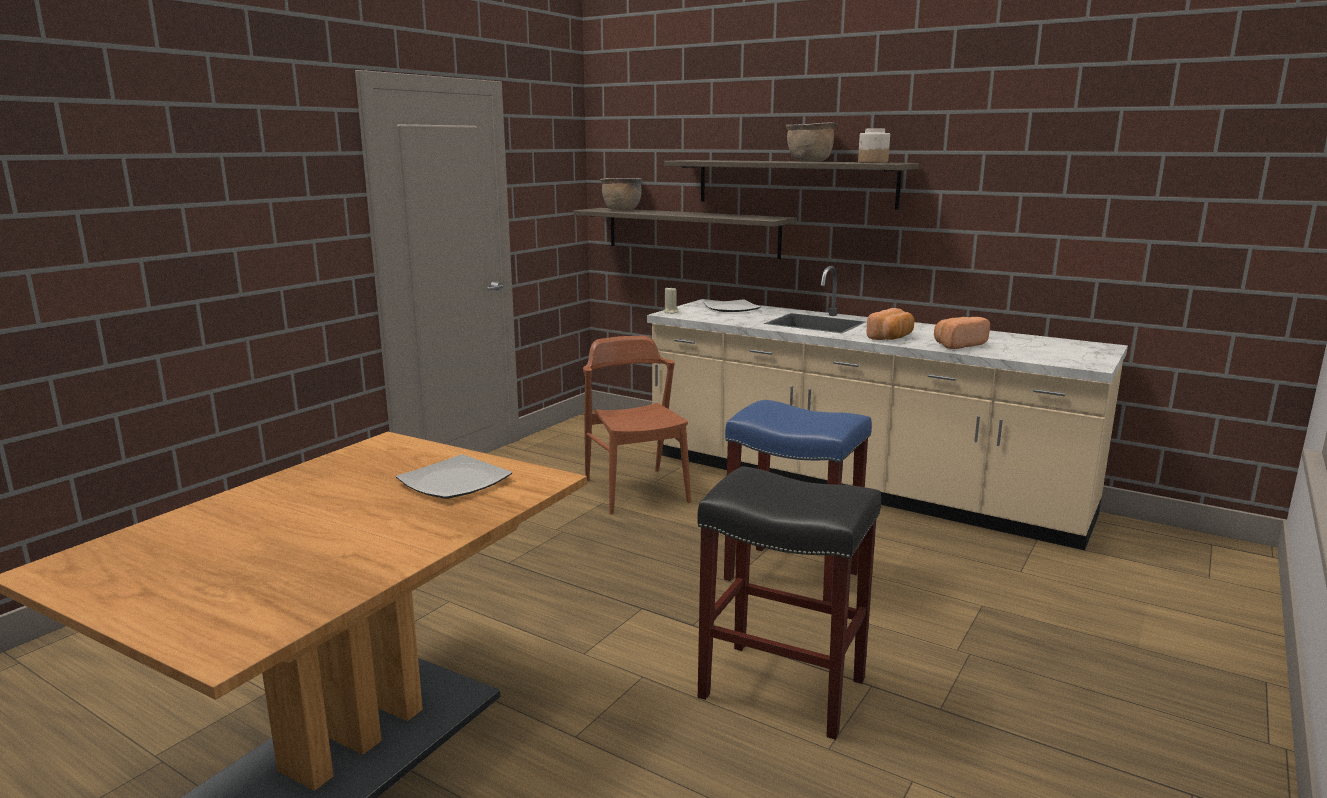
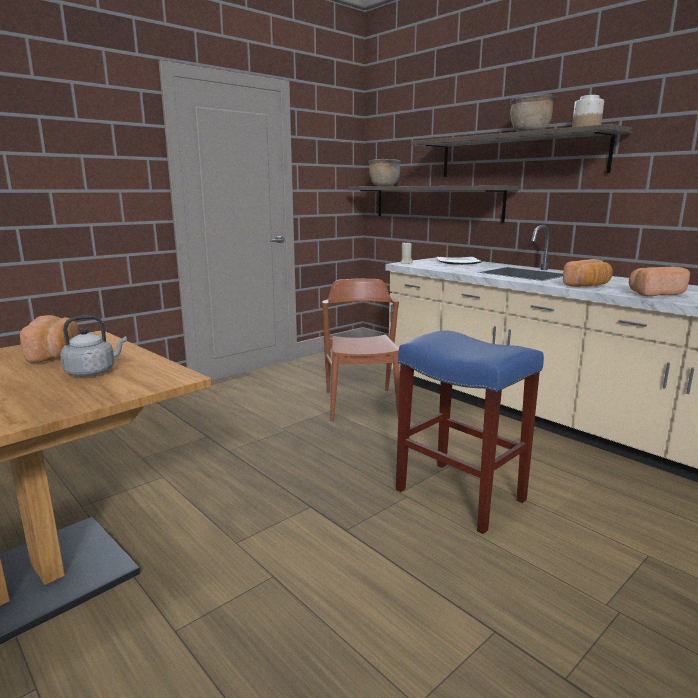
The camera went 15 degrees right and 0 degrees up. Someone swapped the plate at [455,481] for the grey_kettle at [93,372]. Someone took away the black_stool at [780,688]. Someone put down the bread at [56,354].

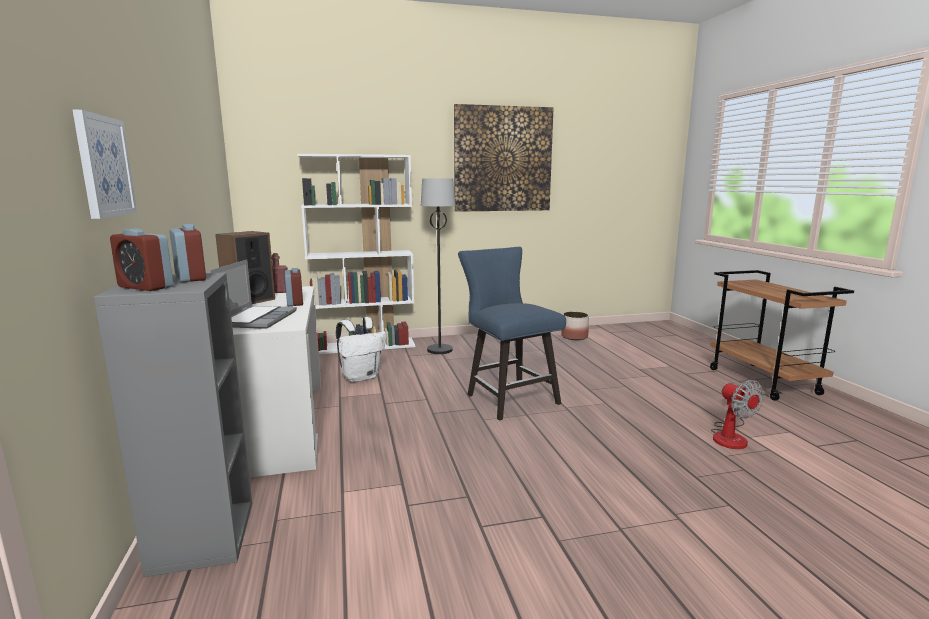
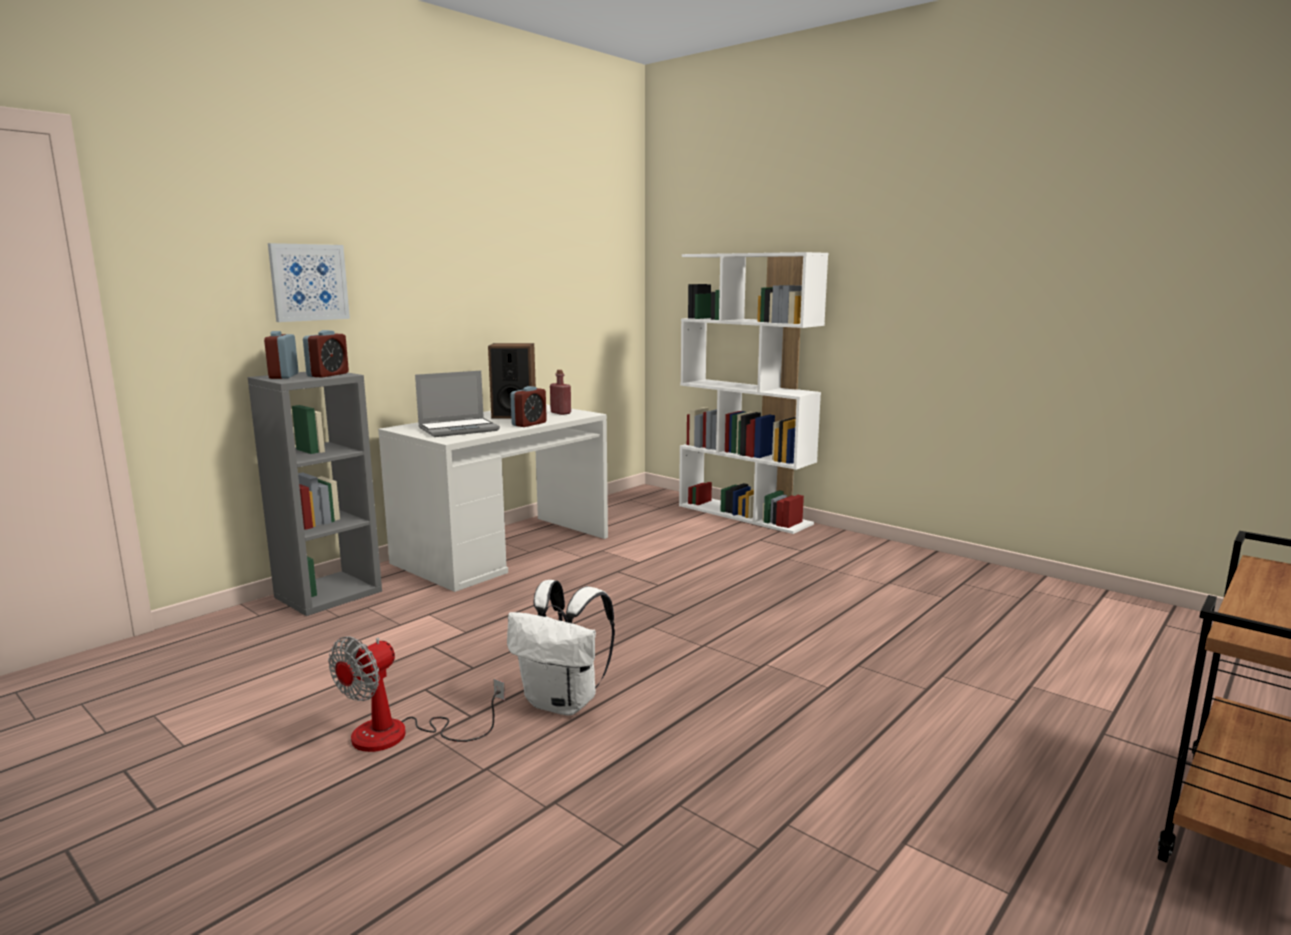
The camera went 55 degrees right and 0 degrees up. Someone carried the white_backpack from [361,377] to [564,702]. Someone took away the black_floor_lamp at [439,350]. Someone took away the picture at [503,159]. Someone took away the blue_chair at [507,397]. Someone took away the planter at [574,337]. Someone carried the fan from [730,436] to [399,735].

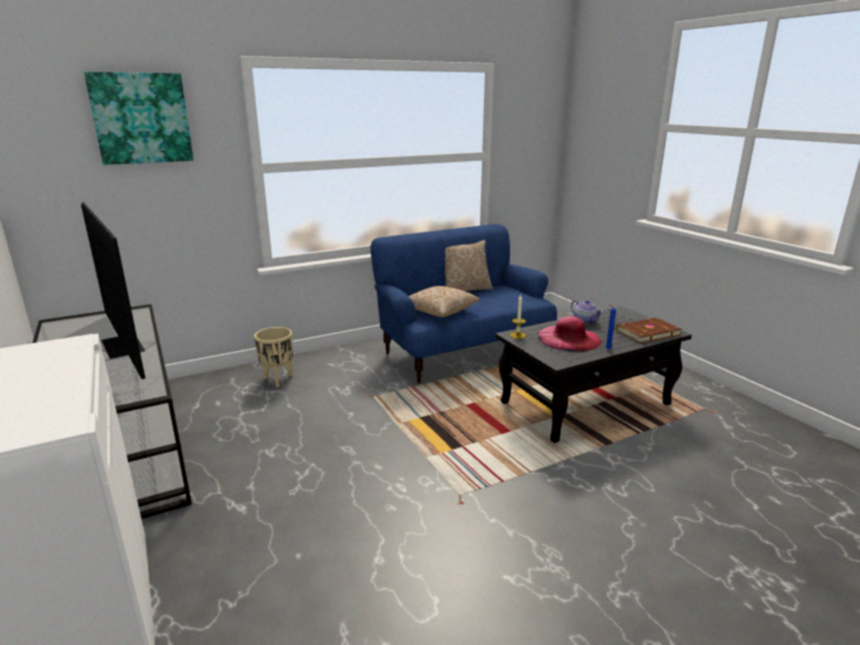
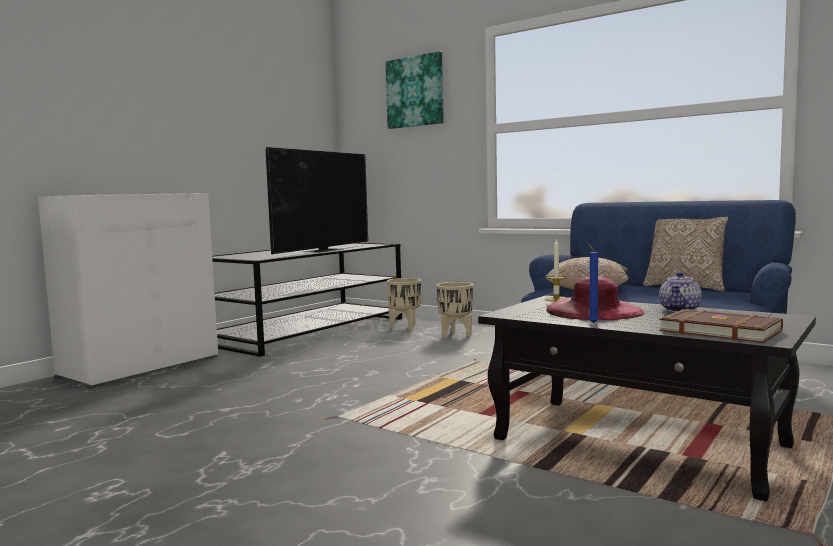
The camera went 65 degrees right and 15 degrees down. Someone put down the beige_planter at [405,327].

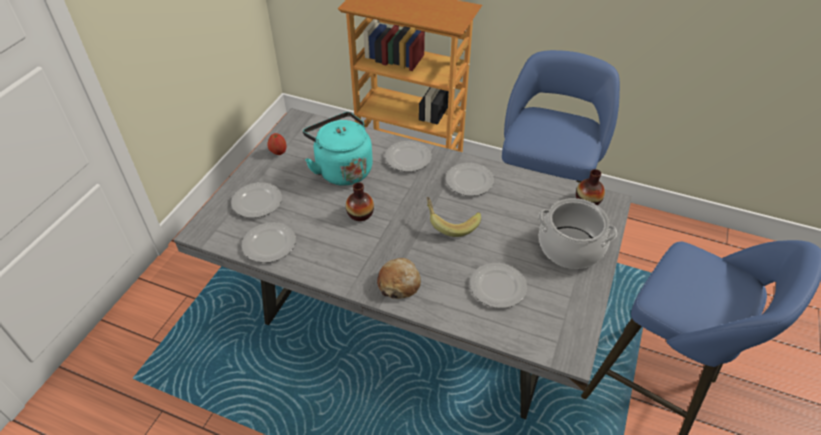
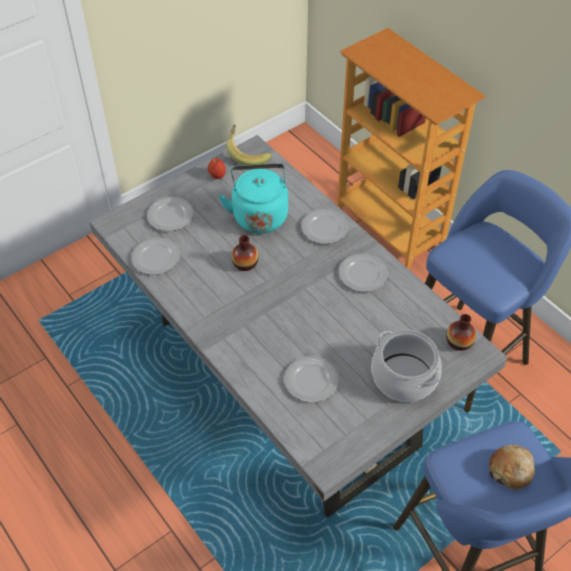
The camera went 30 degrees right and 5 degrees up. Someone carried the bread from [399,283] to [511,470]. Someone carried the banana from [451,223] to [247,153].

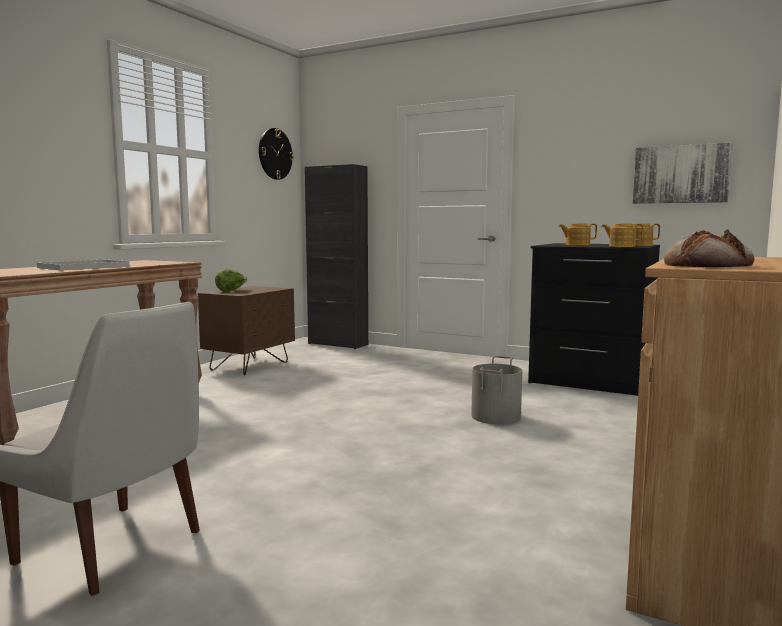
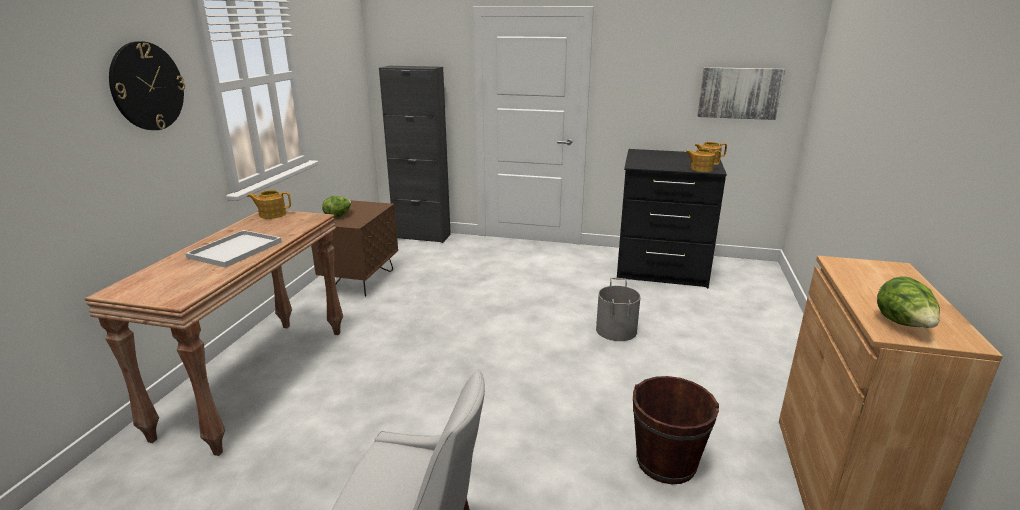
The camera went 15 degrees left and 15 degrees up. Someone carried the wall_clock from [275,154] to [147,86]. Someone carried the teapot from [577,245] to [272,214]. Someone swapped the bread at [708,265] for the lettuce at [903,325]. Someone put down the brown_bucket at [666,462].

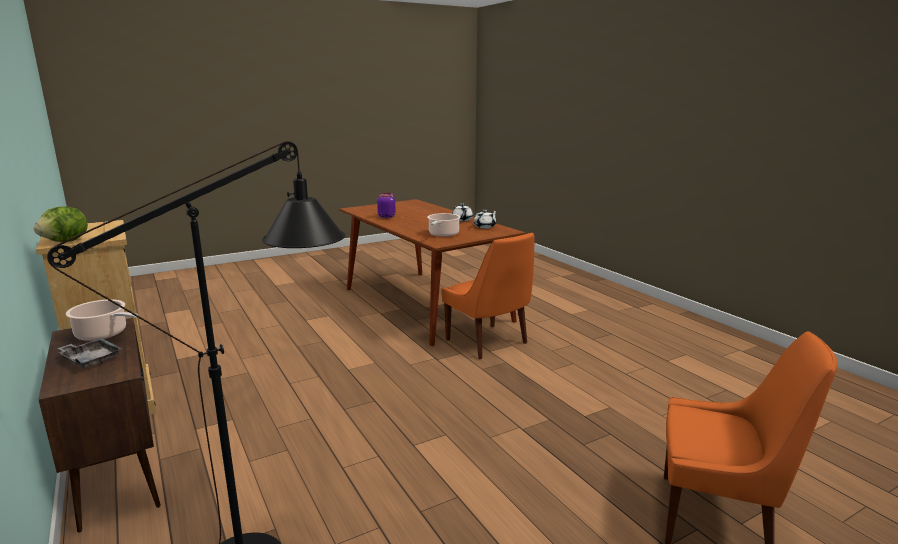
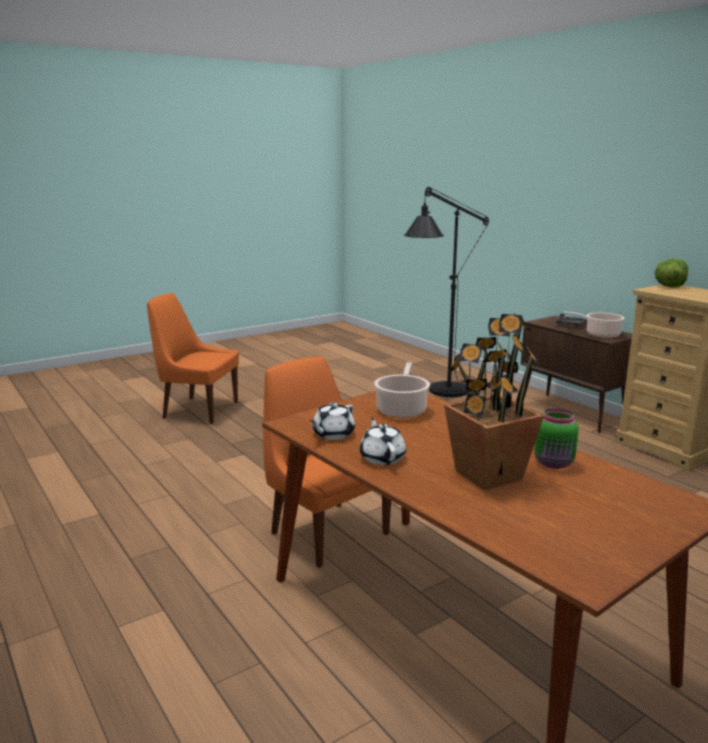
The camera went 175 degrees right and 0 degrees up. Someone repainted the purple_jar at [386,217], which became the green_jar at [554,463]. Someone put down the potted_plant at [487,475].

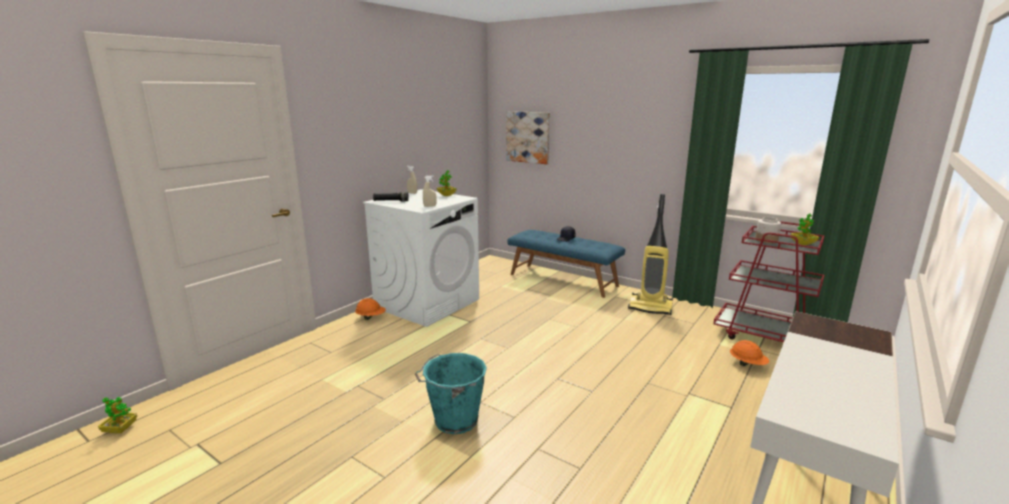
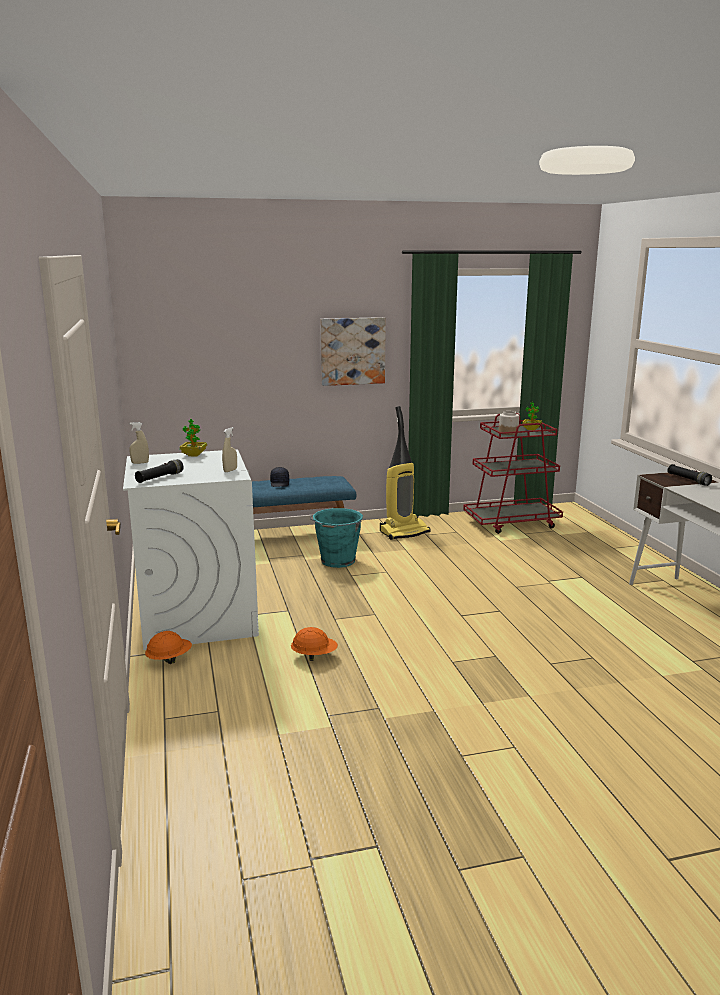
The camera went 50 degrees left and 0 degrees up. Someone took away the potted_plant at [120,429]. Someone carried the turquoise_bucket from [454,421] to [337,561]. Someone carried the picture from [528,137] to [352,351]. Someone carried the orange_hard_hat from [747,364] to [314,656]. Someone put down the black_flashlight at [688,480].

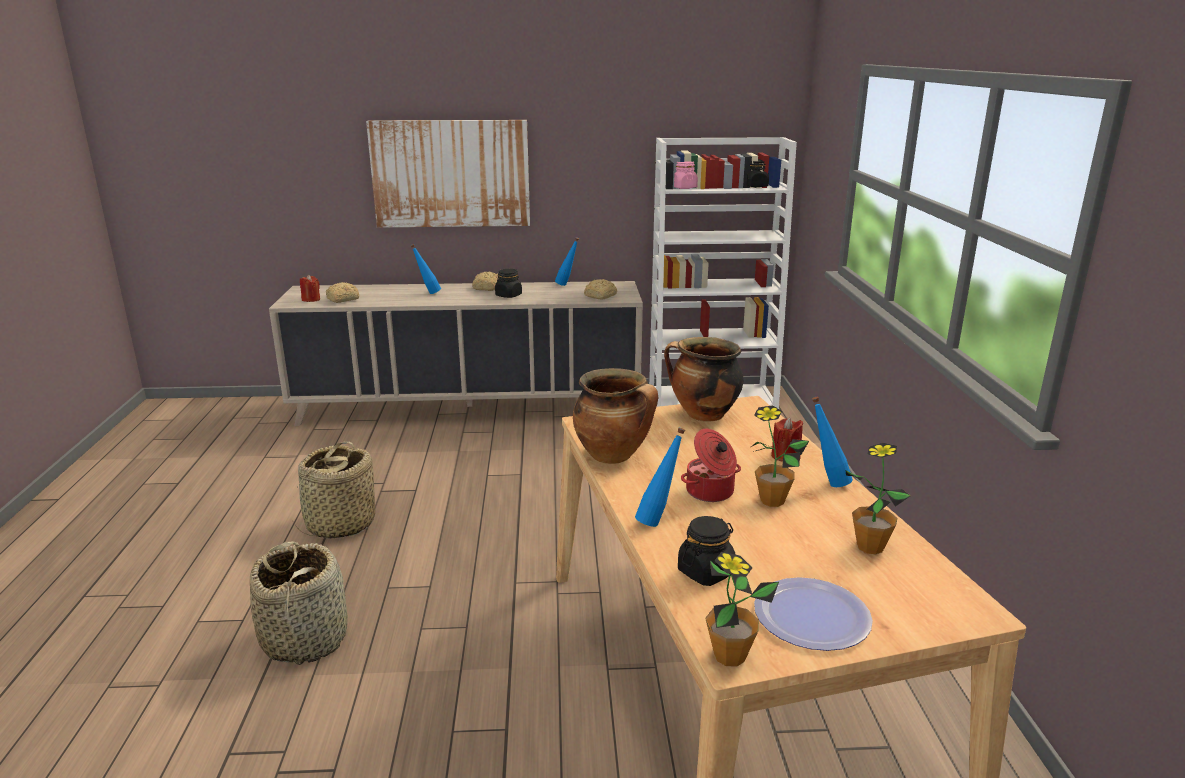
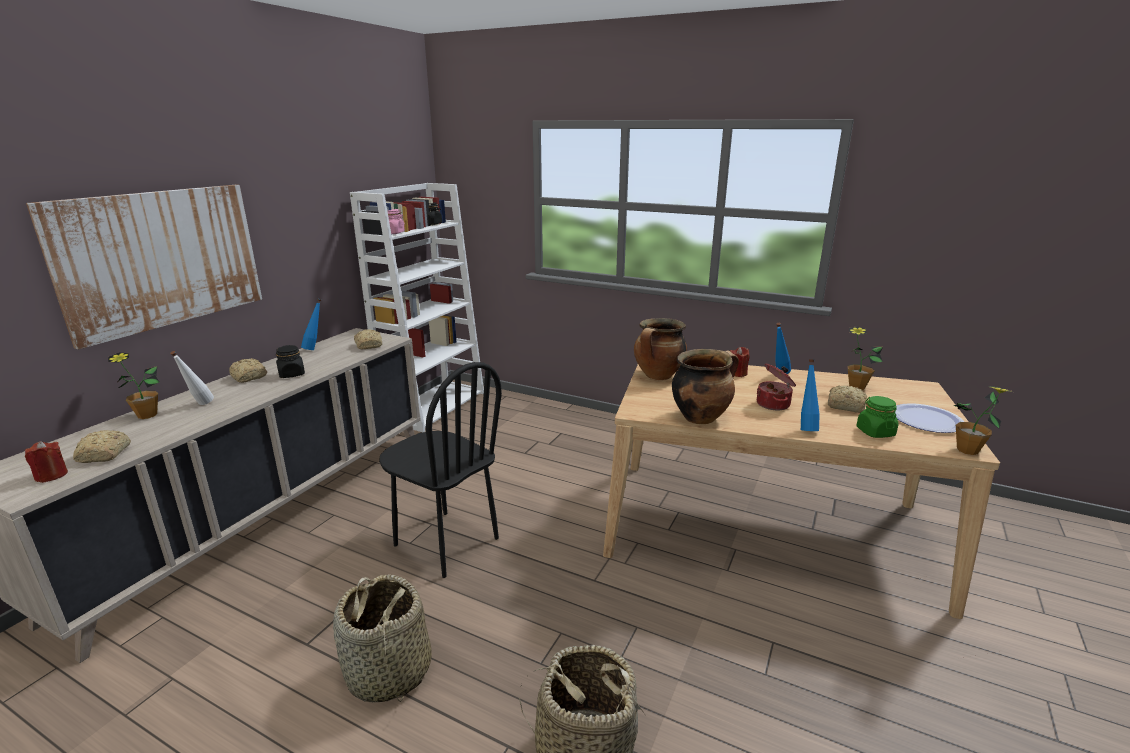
The camera went 60 degrees left and 0 degrees up. Someone repainted the blue_bottle at [428,293], which became the white_bottle at [199,405]. Someone repainted the black_jar at [706,572], which became the green_jar at [875,432]. Someone carried the potted_plant from [772,501] to [147,415]. Someone put down the black_chair at [445,542]. Someone put down the bread at [844,406].

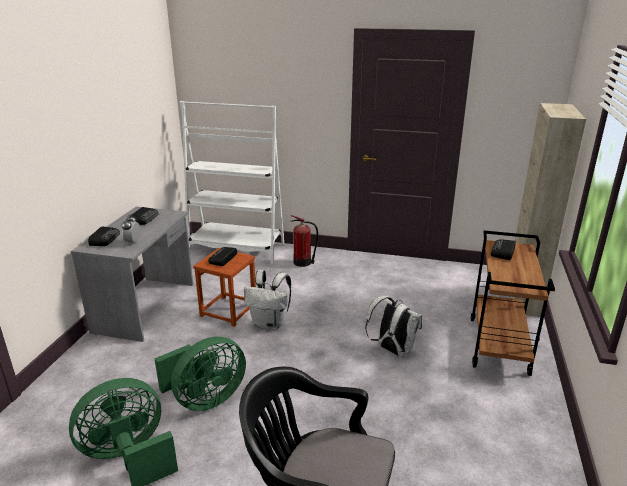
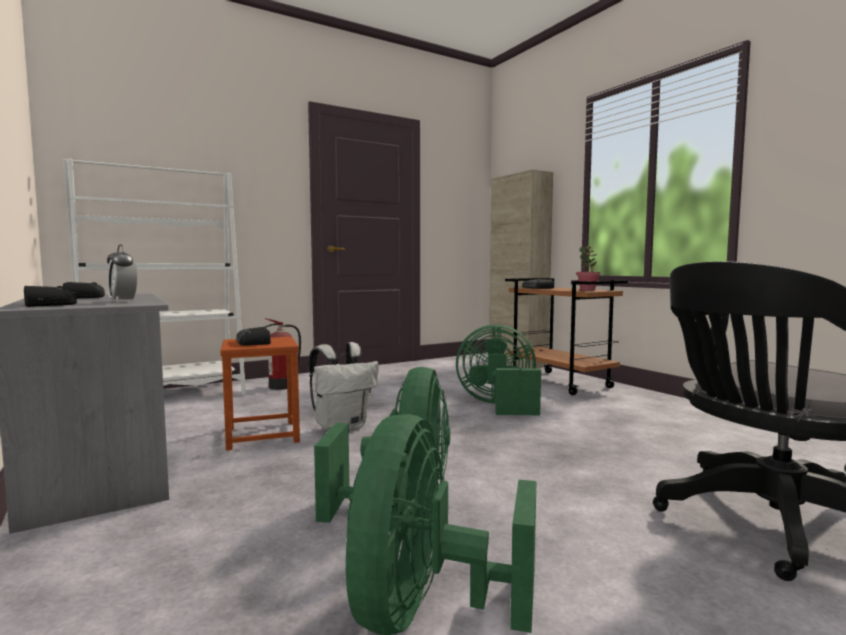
The camera went 45 degrees left and 20 degrees down. Someone swapped the white_backpack at [392,350] for the green_fan at [499,405]. Someone put down the potted_plant at [587,290].

